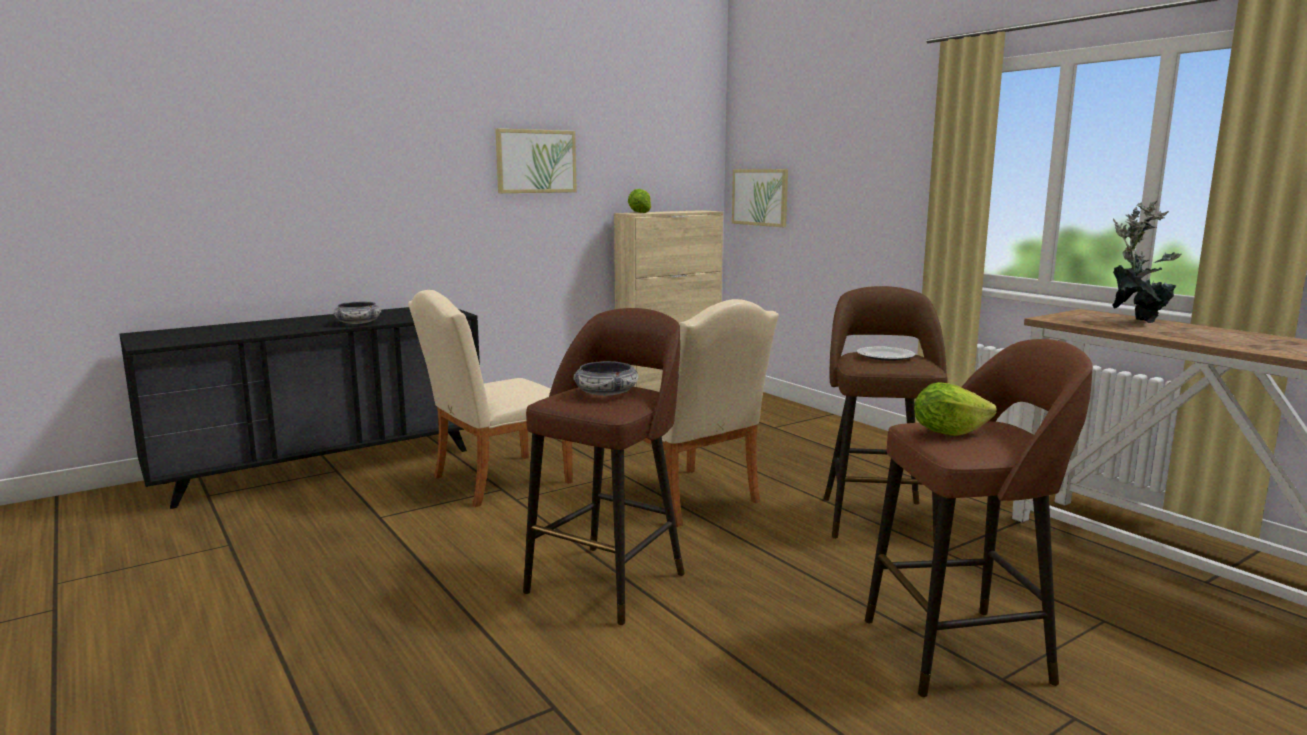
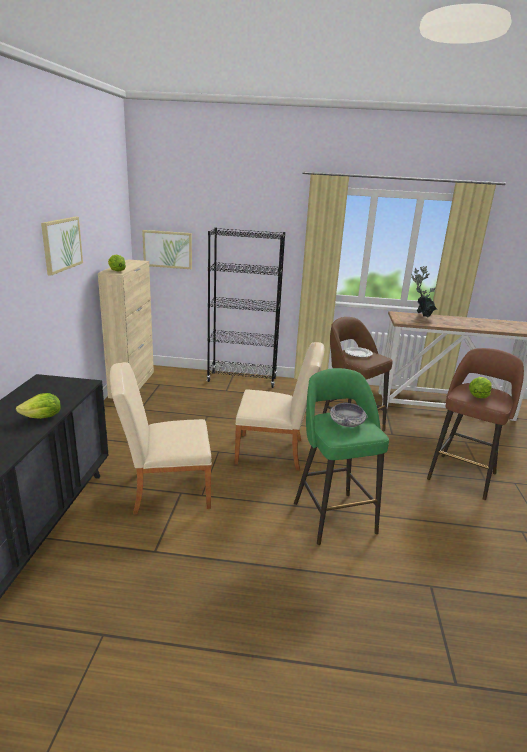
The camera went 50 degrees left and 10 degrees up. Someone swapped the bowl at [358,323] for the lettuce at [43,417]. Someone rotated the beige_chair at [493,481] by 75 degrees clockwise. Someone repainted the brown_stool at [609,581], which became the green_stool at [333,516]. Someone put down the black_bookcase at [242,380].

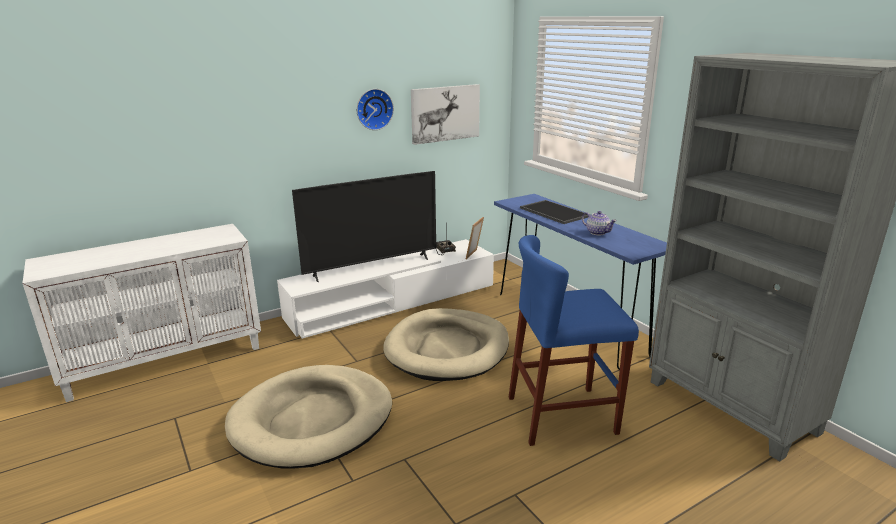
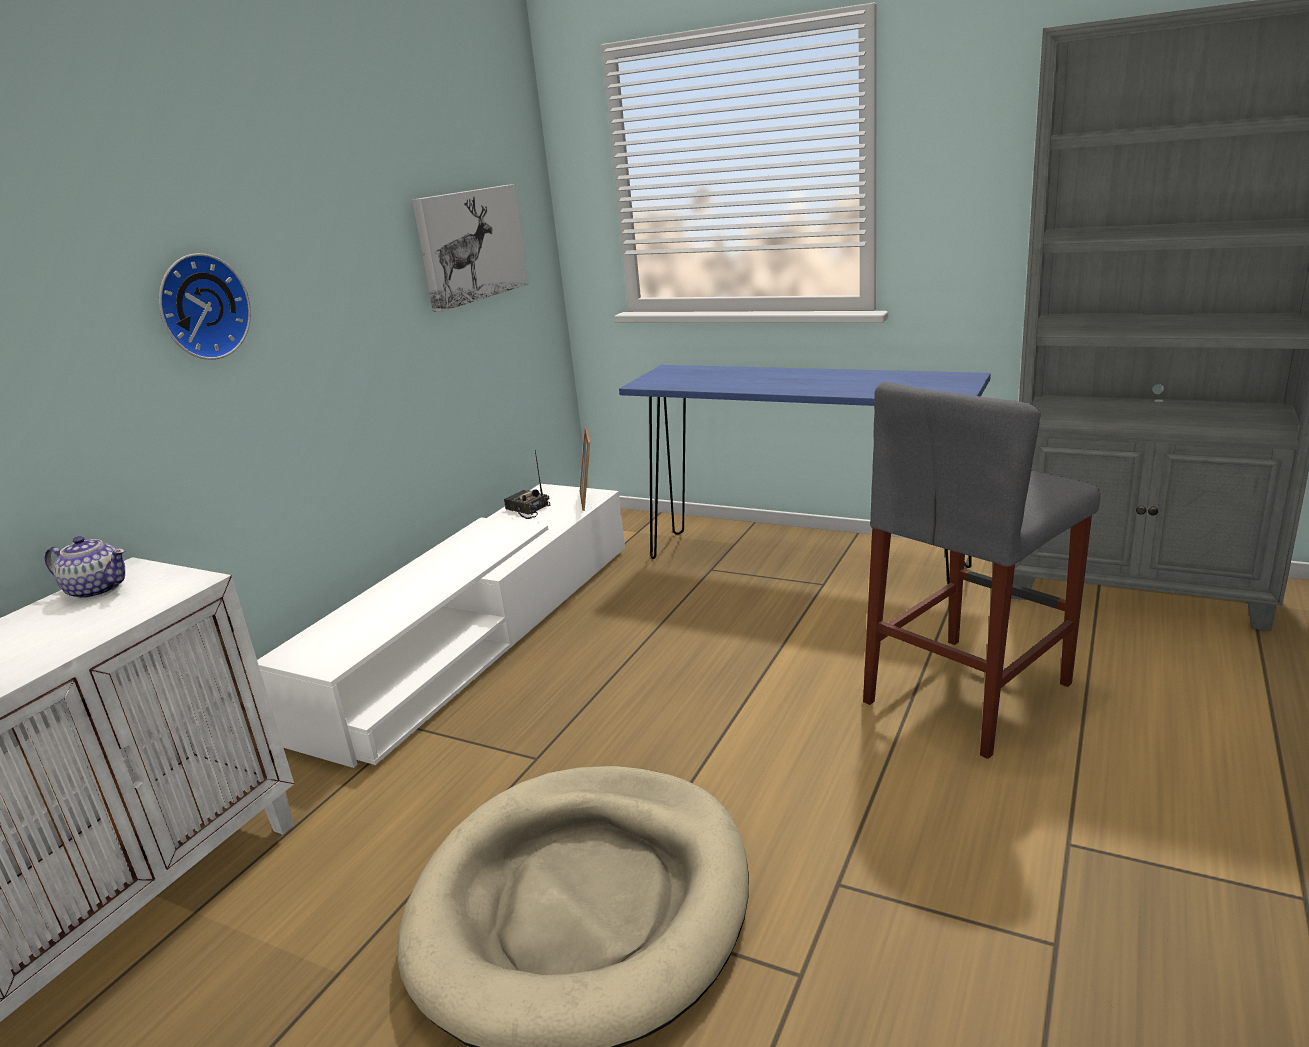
The camera went 30 degrees left and 0 degrees up. Someone took away the television at [372,267]. Someone carried the wall_clock from [373,109] to [200,307]. Someone took away the beige_dog_bed at [447,349]. Someone repainted the blue_stool at [562,415], which became the grey_stool at [968,692]. Someone took away the tray at [553,212]. Someone carried the teapot from [597,232] to [97,589].

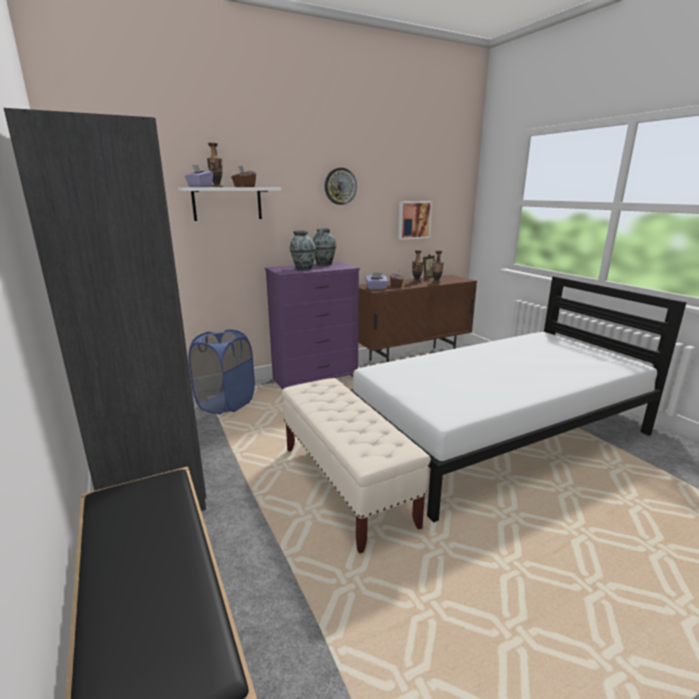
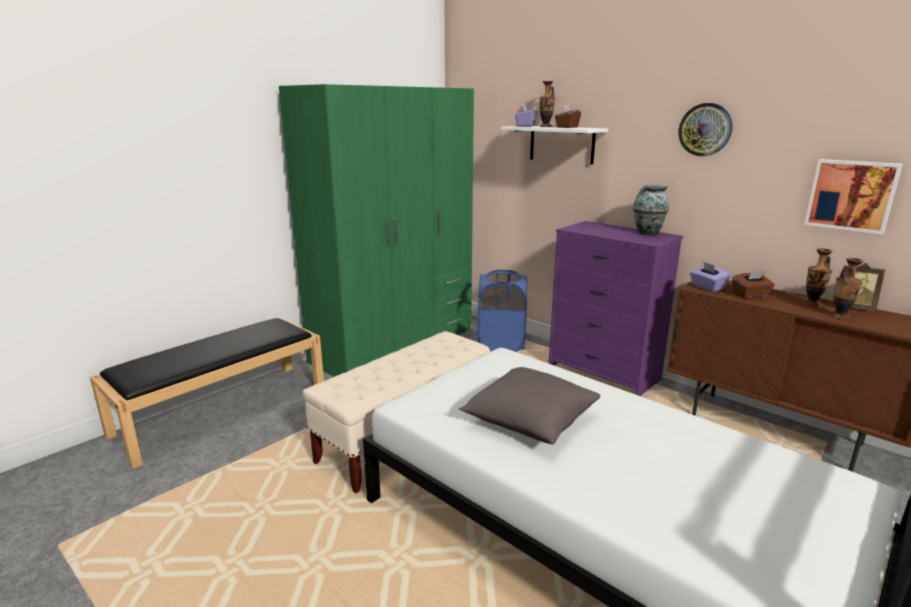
The camera went 70 degrees right and 0 degrees up. Someone repainted the grey_wardrobe at [149,459], which became the green_wardrobe at [395,345]. Someone took away the vase at [303,268]. Someone put down the grey_pillow at [529,421].

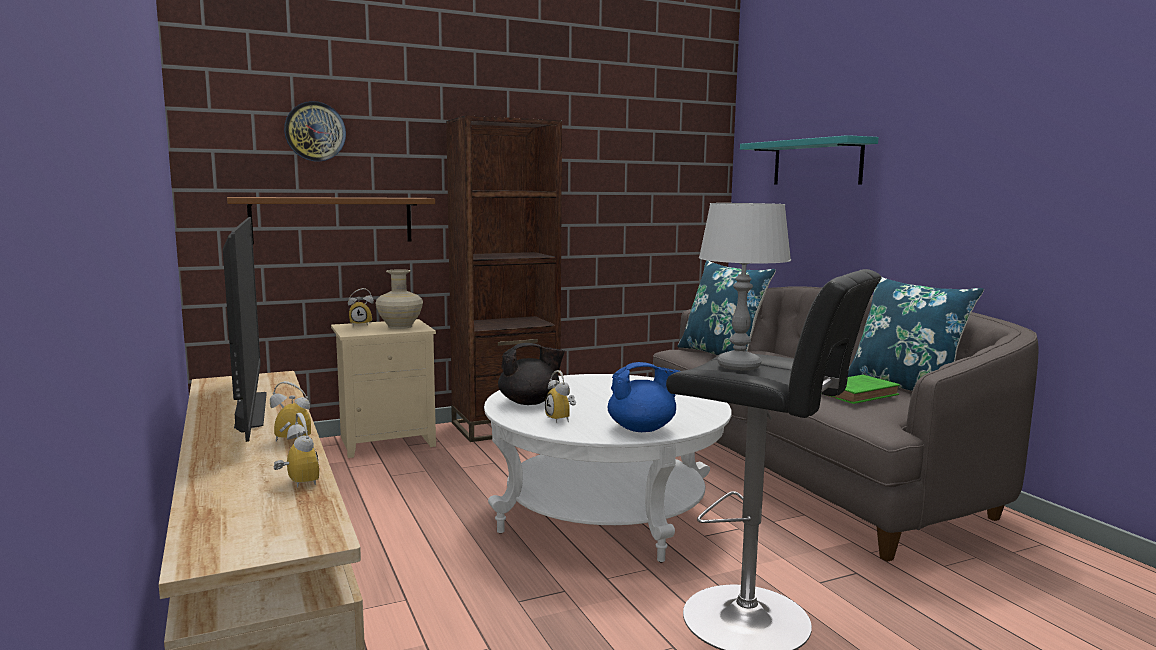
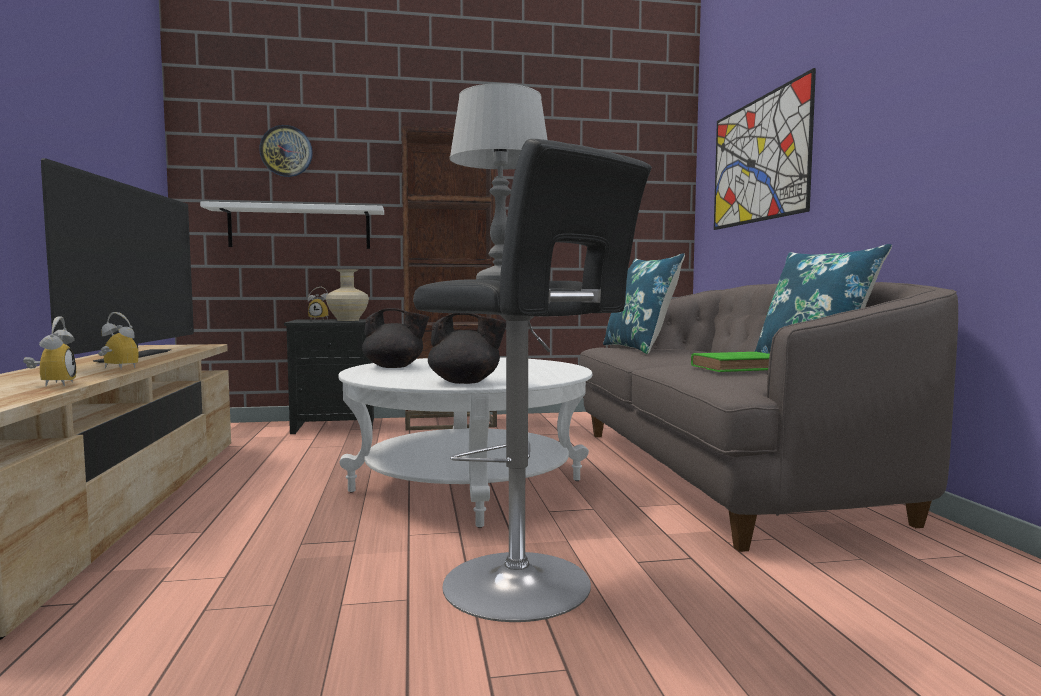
The camera went 15 degrees right and 5 degrees down. Someone repainted the brown_shelf at [332,220], which became the white_shelf at [300,228]. Someone repainted the beige_nightstand at [387,441], which became the black_nightstand at [337,426]. Someone took away the alarm_clock at [562,419]. Someone repainted the blue_teapot at [643,429], which became the black_teapot at [466,382]. Someone swapped the turquoise_shelf at [816,162] for the picture at [758,160].

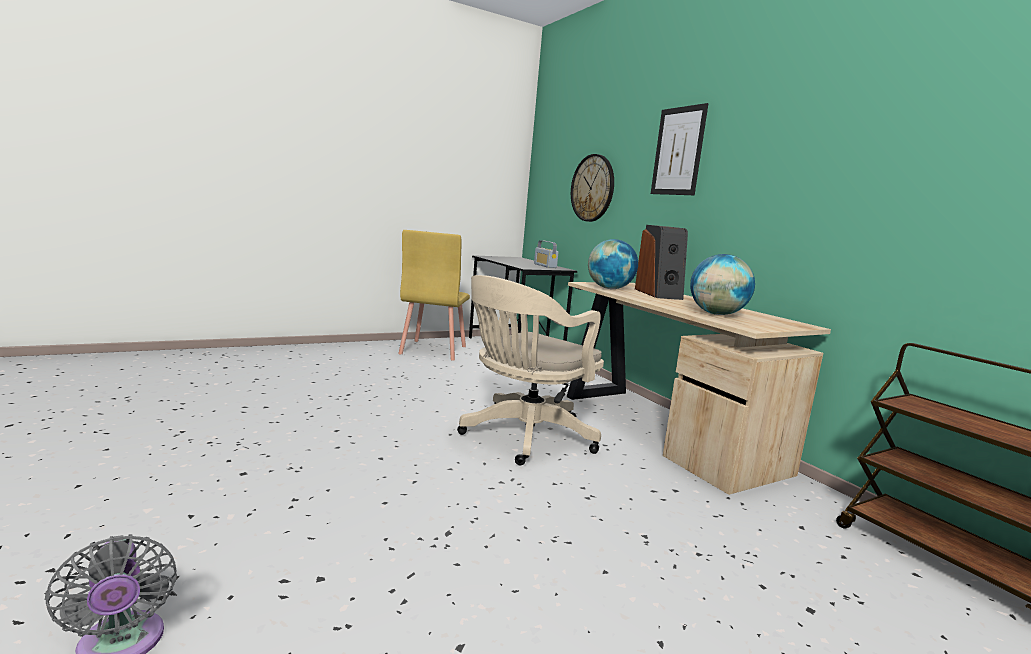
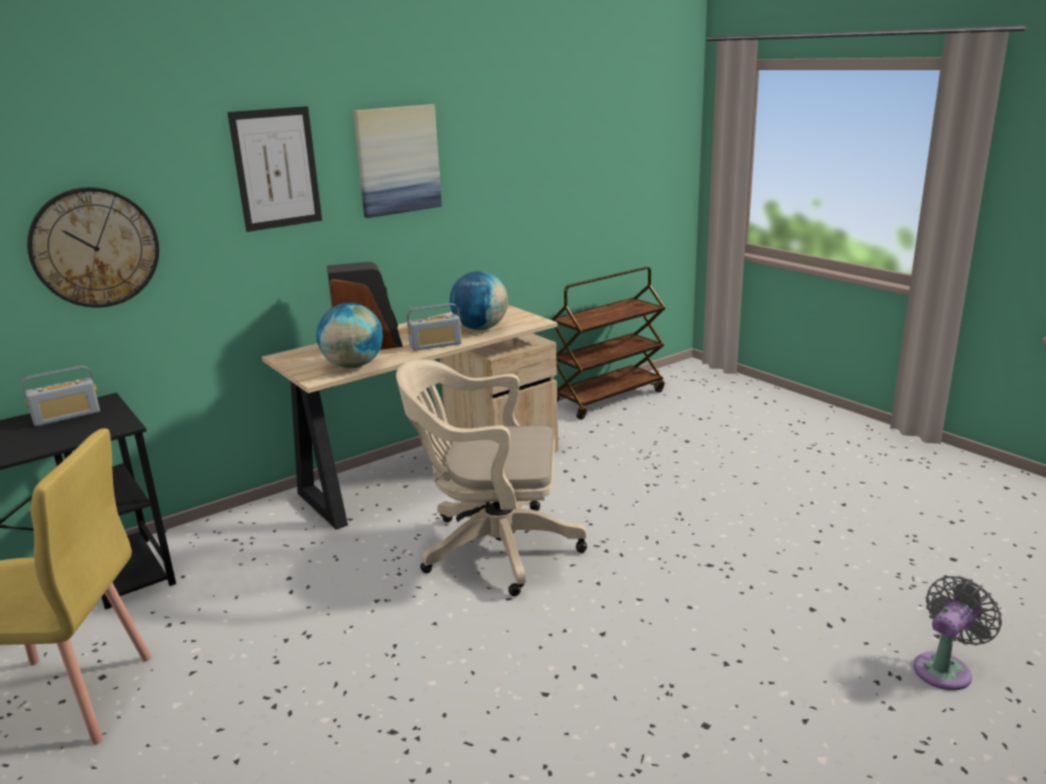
The camera went 95 degrees left and 10 degrees up. Someone rotated the beige_office_chair at [524,437] by 150 degrees clockwise. Someone put up the picture at [397,160]. Someone put down the radio at [435,345].

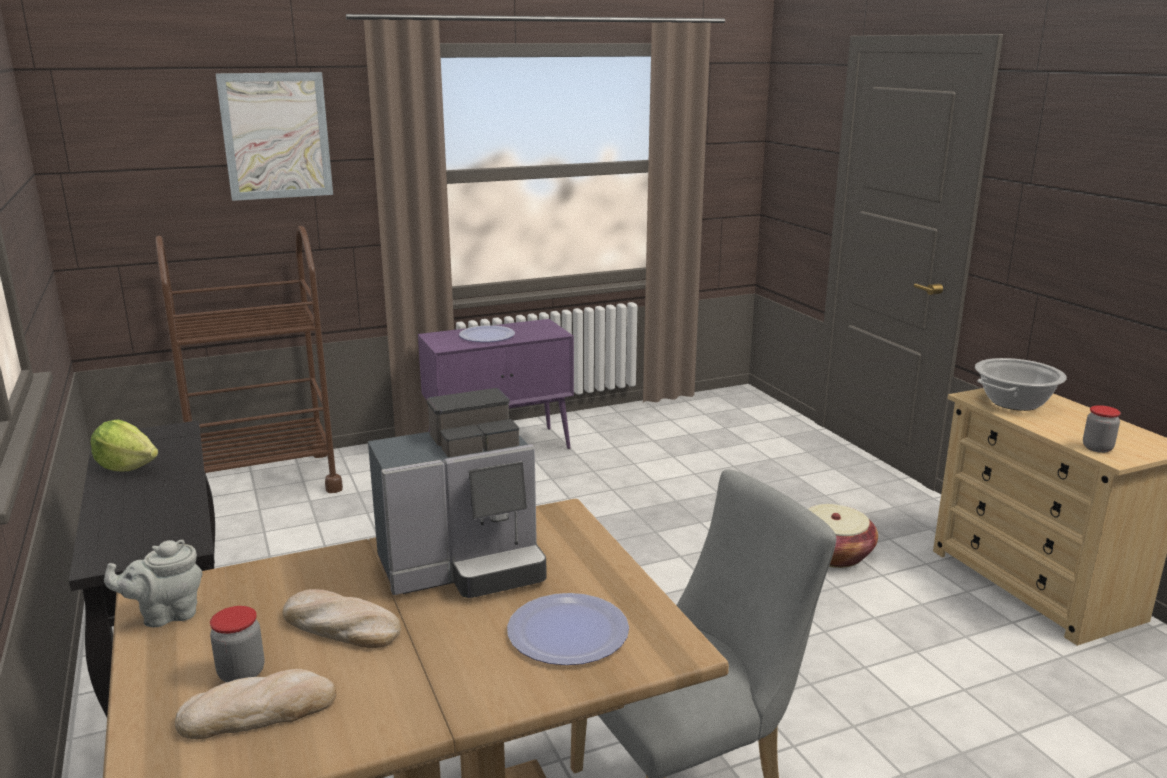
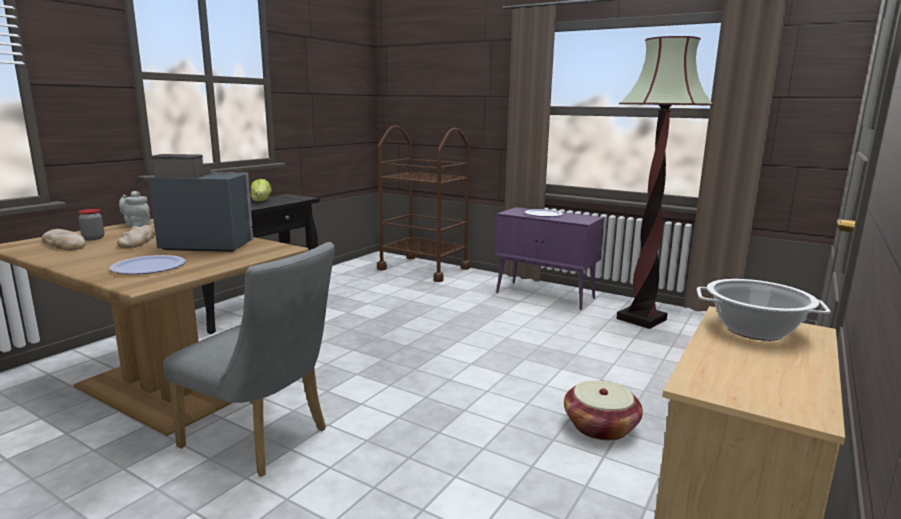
The camera went 55 degrees right and 5 degrees down. Someone took away the picture at [276,136]. Someone rotated the coffee_machine at [465,567] by 150 degrees clockwise. Someone took away the jar at [1097,448]. Someone put down the floor_lamp at [641,319].

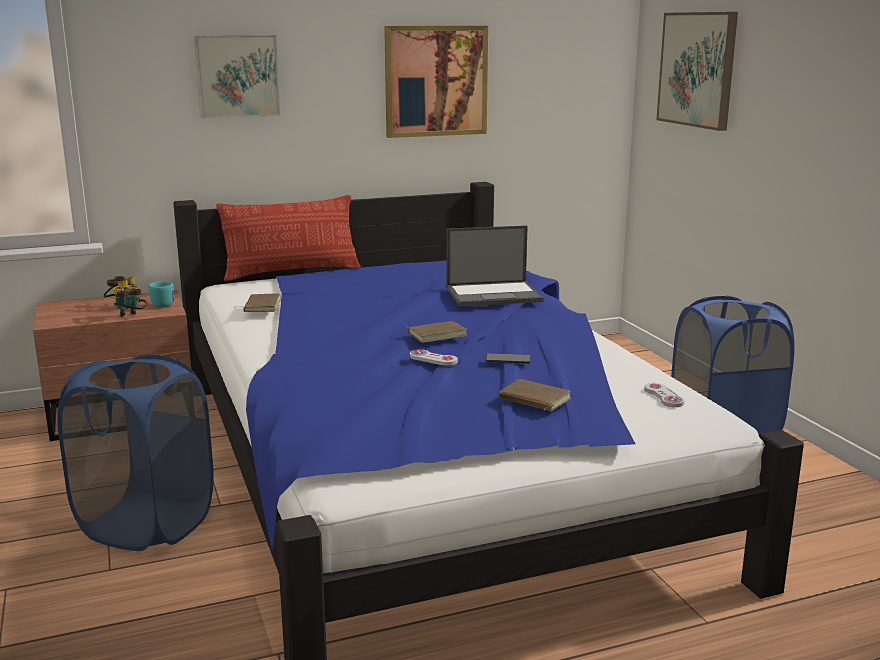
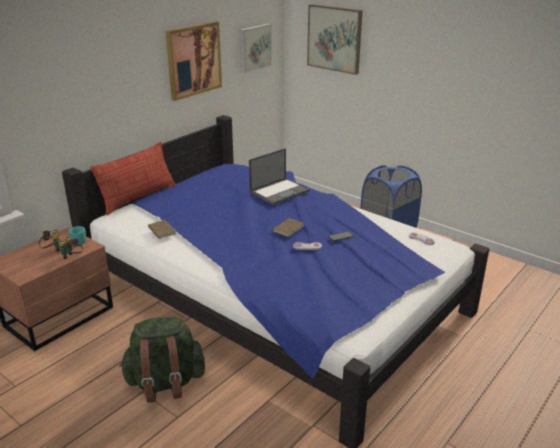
The camera went 30 degrees left and 10 degrees up. Someone swapped the blue_laundry_basket at [146,524] for the green_backpack at [165,383]. Someone carried the picture from [237,76] to [254,47]. Someone took away the brown_book at [533,400].

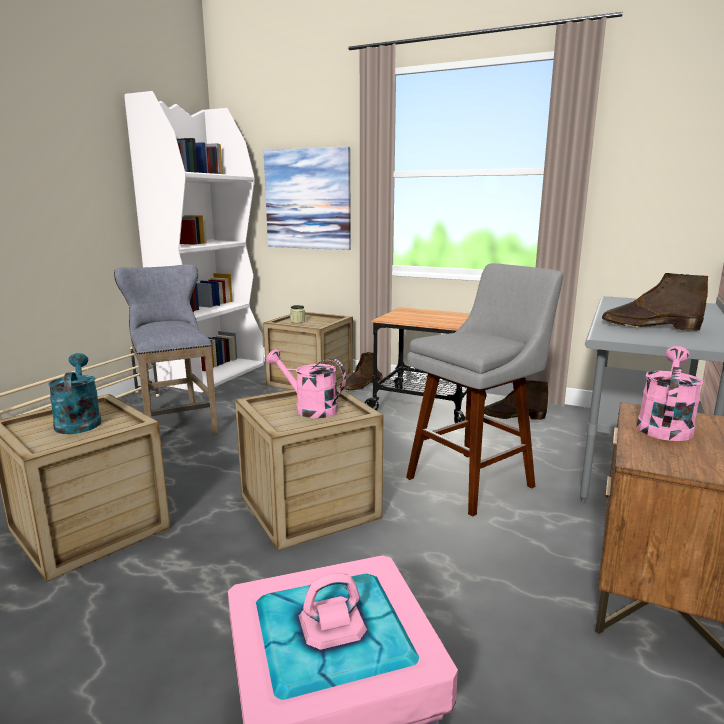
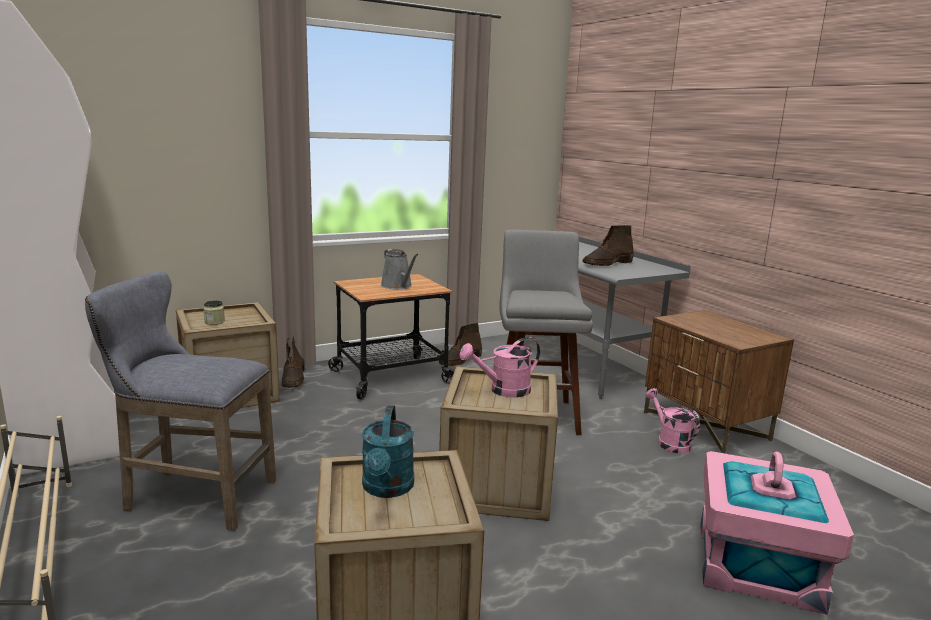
The camera went 55 degrees left and 0 degrees up. Someone rotated the turquoise_watering_can at [79,421] by 105 degrees counterclockwise. Someone took away the picture at [307,199]. Someone carried the pink_watering_can from [664,426] to [669,442]. Someone put down the grey_watering_can at [398,286].

